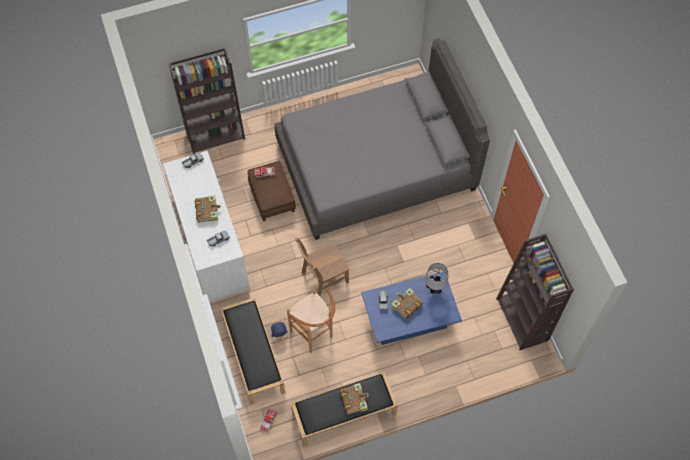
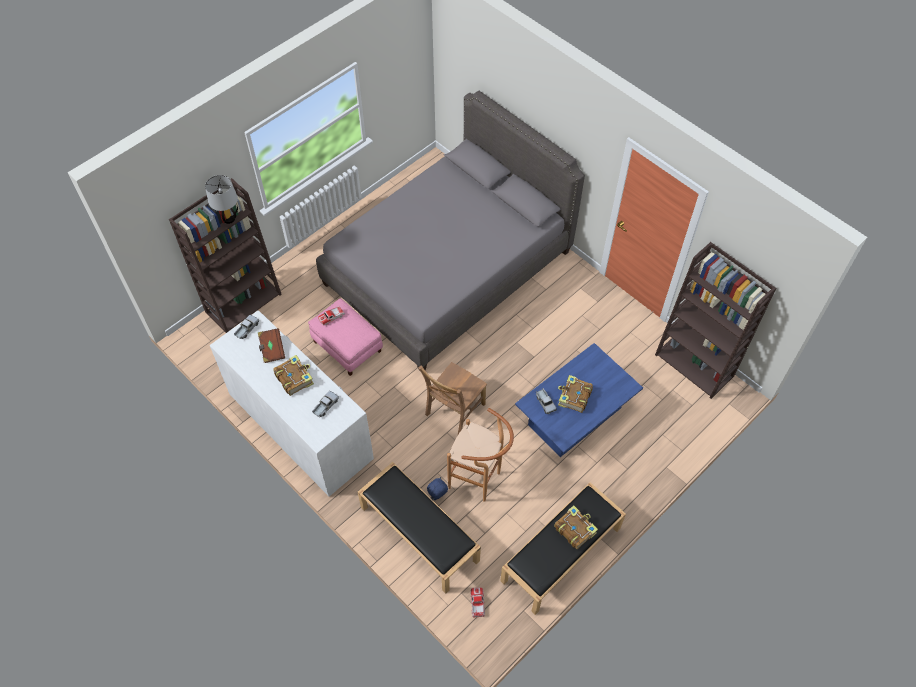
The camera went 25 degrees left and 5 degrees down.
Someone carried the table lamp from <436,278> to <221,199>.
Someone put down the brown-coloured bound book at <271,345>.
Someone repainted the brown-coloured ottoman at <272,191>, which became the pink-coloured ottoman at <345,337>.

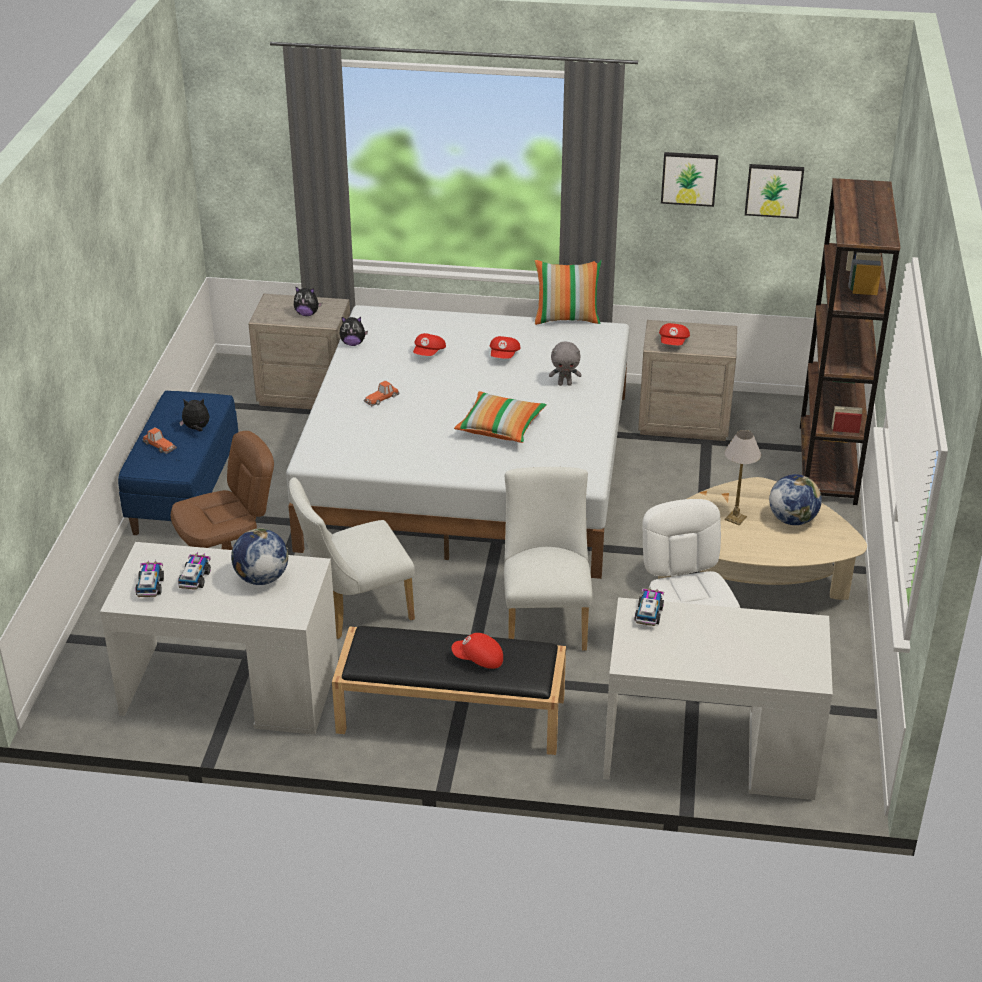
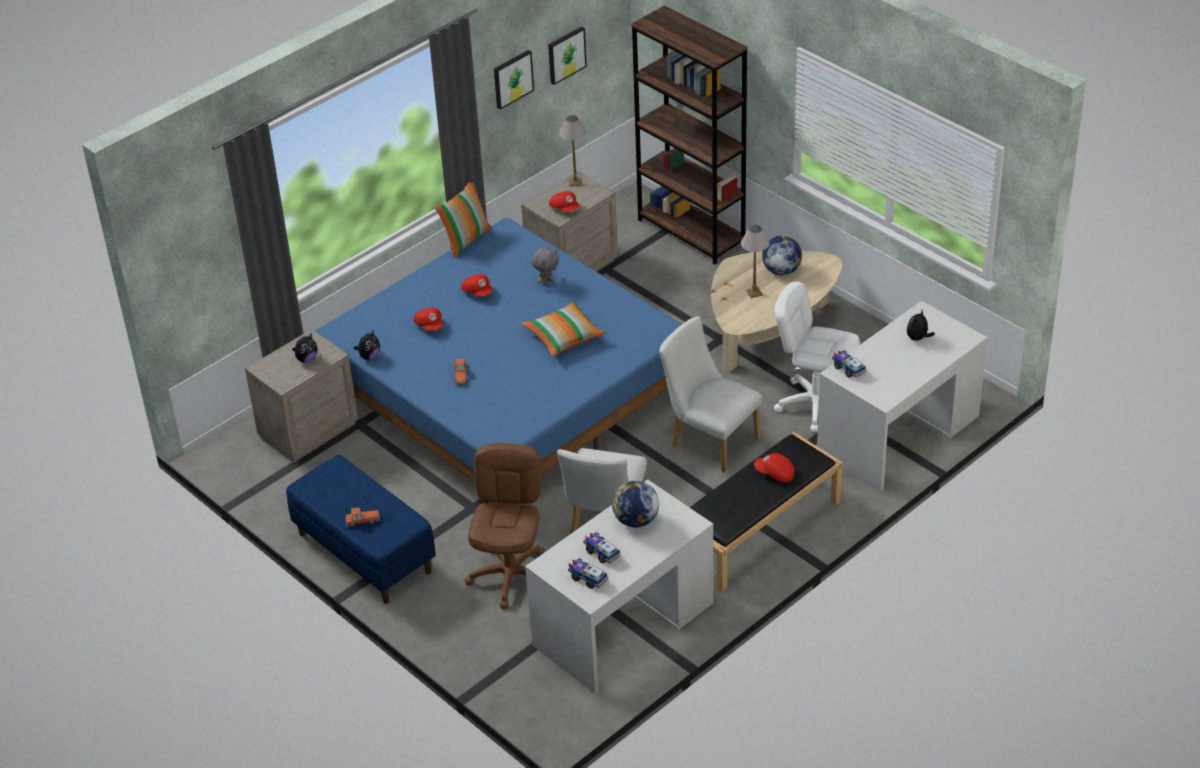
The camera went 50 degrees left and 5 degrees up.
Someone repainted the white bedroom bed at <457,442>, which became the bluish bedroom bed at <498,350>.
Someone put down the table lamp at <572,151>.
Someone rotated the reddish peaked cap at <477,651> by 60 degrees clockwise.
Someone carried the cuddly toy from <194,415> to <921,325>.

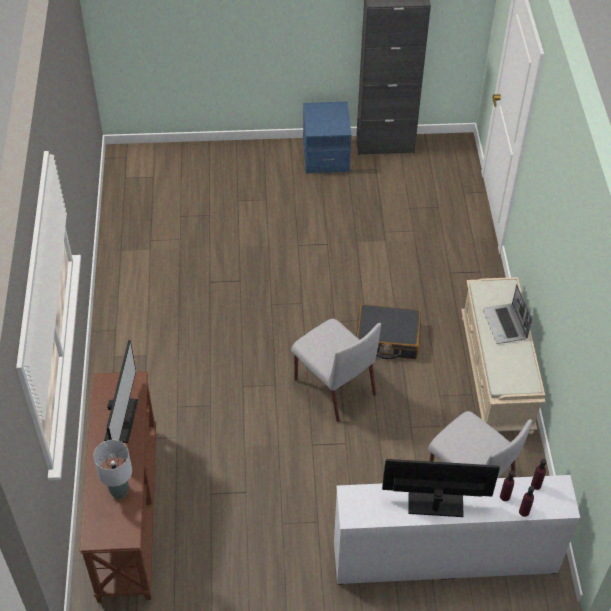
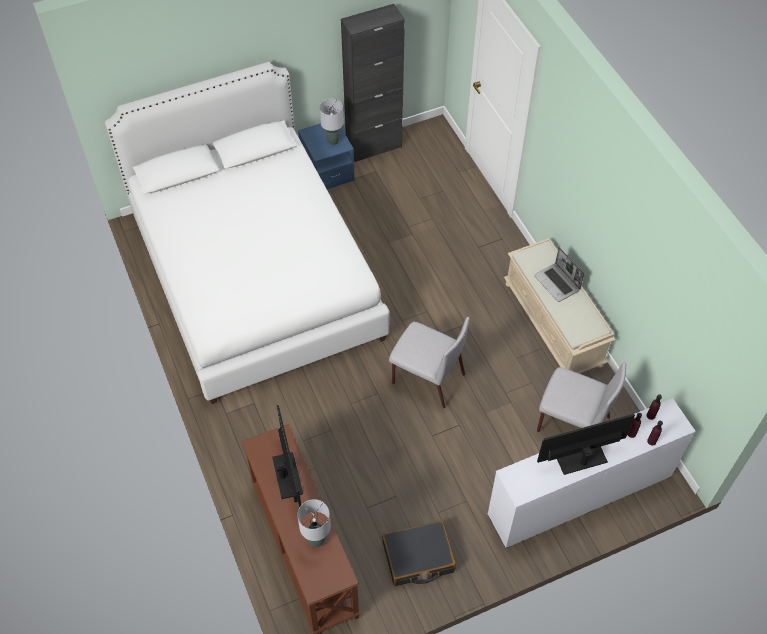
The camera went 20 degrees left and 5 degrees up.
Someone put down the white bedroom bed at <247,233>.
Someone put down the greyish table lamp at <332,122>.
Someone carried the black piece of luggage from <388,331> to <419,553>.

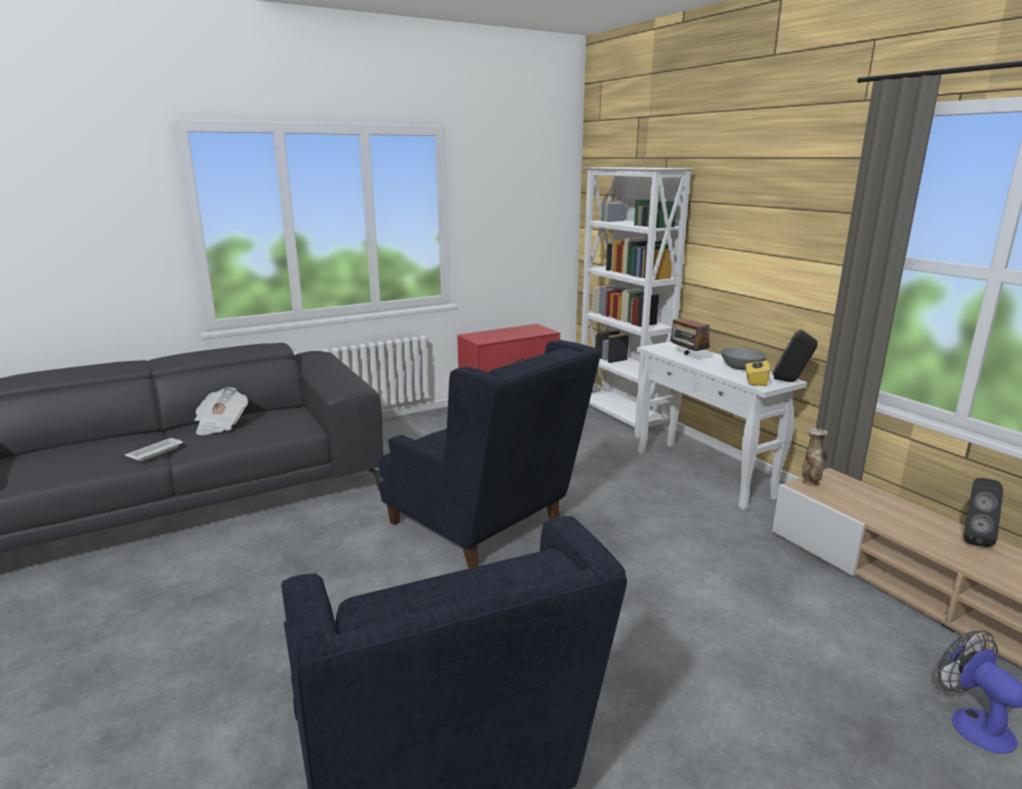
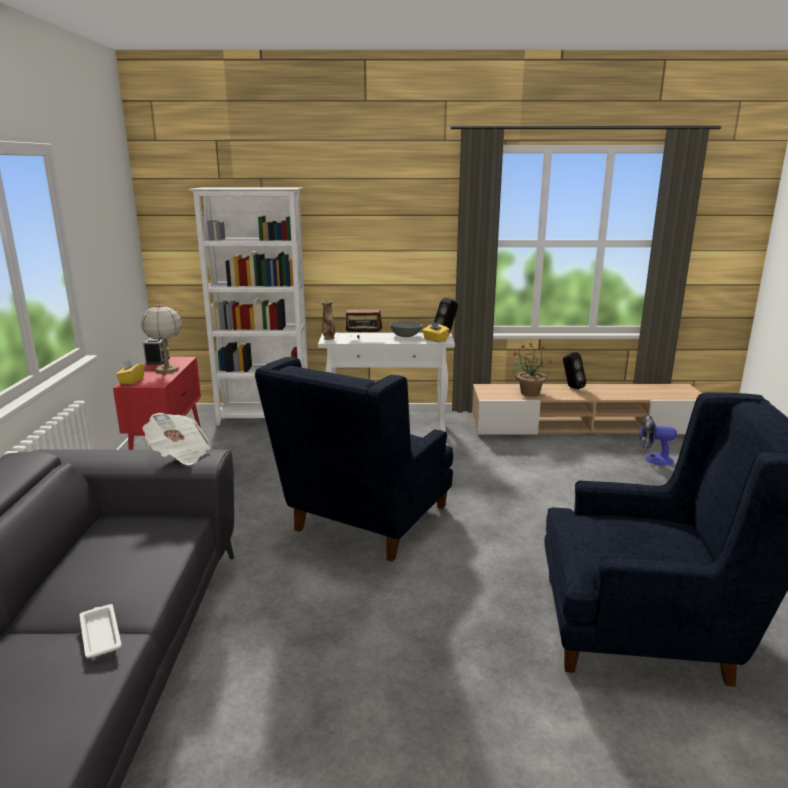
The camera went 60 degrees left and 0 degrees up.
Someone put down the yellowish tissue box at <130,371>.
Someone put down the table lamp at <161,338>.
Someone put down the bedside clock at <156,350>.
Someone carried the newspaper from <221,411> to <177,439>.
Someone rotated the bluish lounge chair at <489,454> by 135 degrees clockwise.
Someone carried the decorative vase from <815,457> to <328,320>.
Someone put down the potted plant at <532,369>.

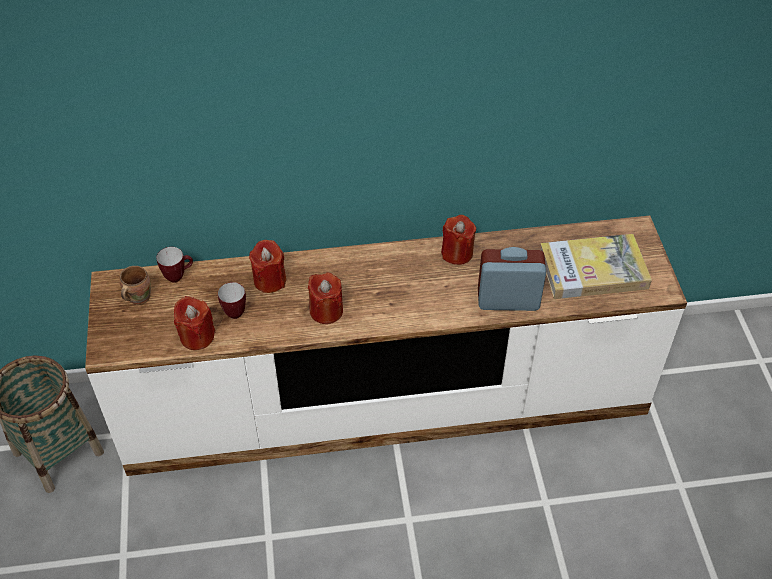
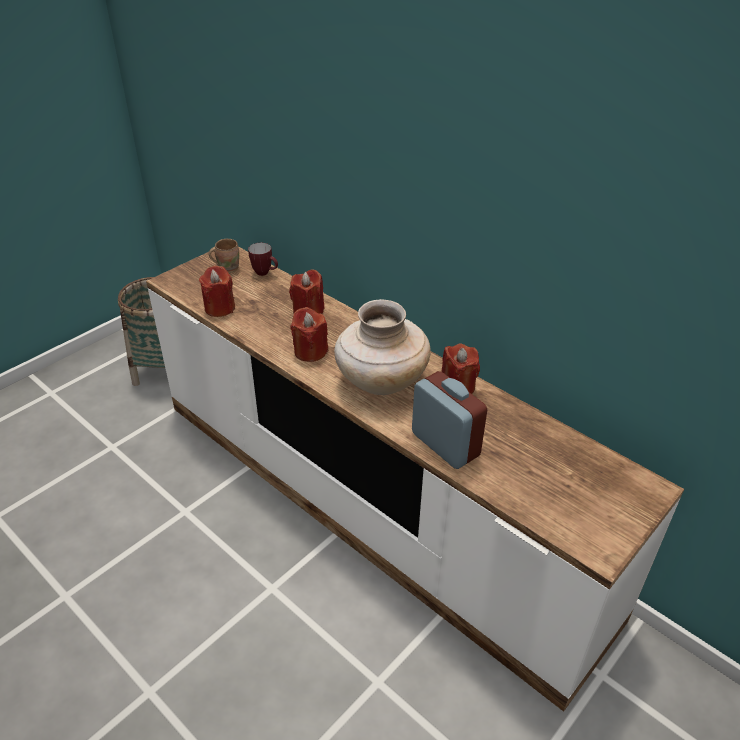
The camera went 50 degrees right and 10 degrees down.
Someone put down the sand-coloured decorative vase at <382,347>.
Someone took away the tea mug at <232,300>.
Someone took away the bound book at <596,266>.

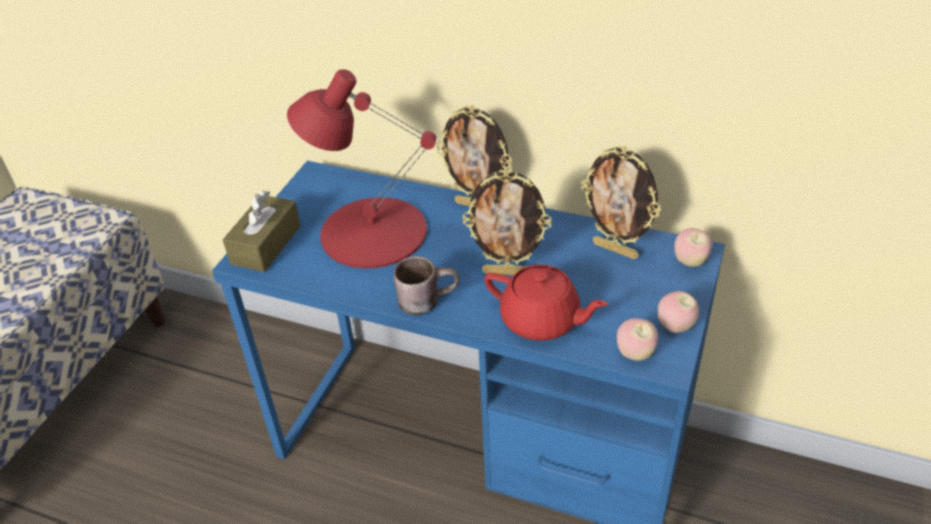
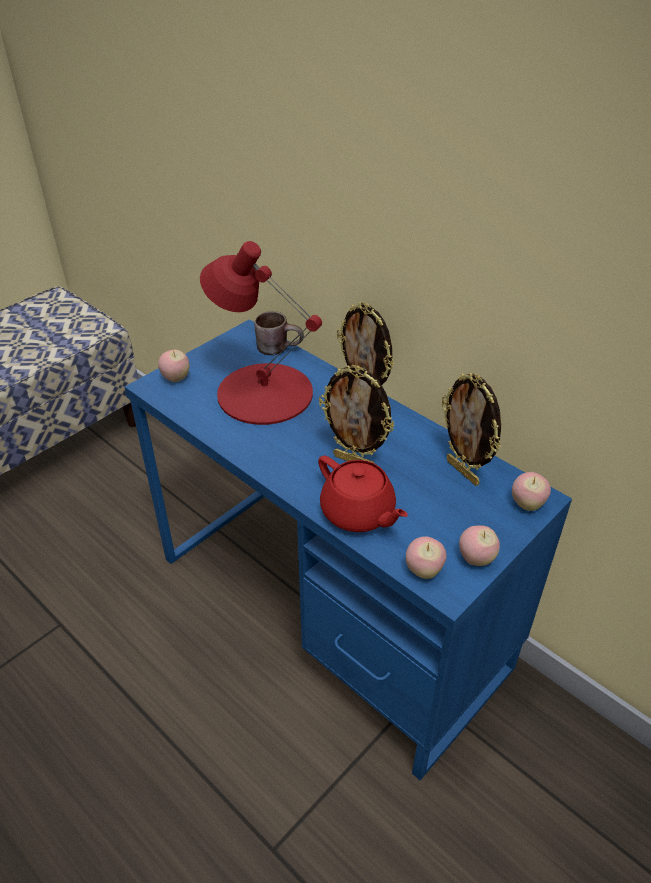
The camera went 20 degrees right and 0 degrees up.
Someone swapped the brown-coloured tissue box at <262,231> for the apple at <173,366>.
Someone carried the brown-coloured tea mug from <427,285> to <279,333>.

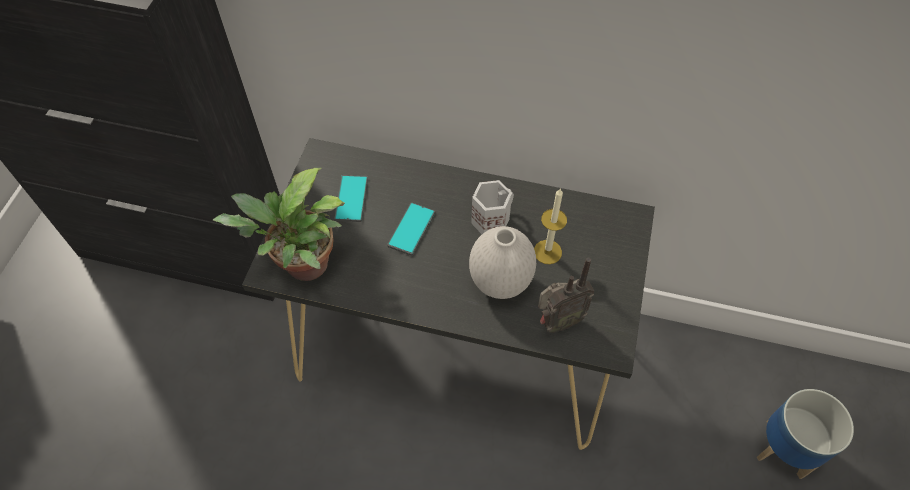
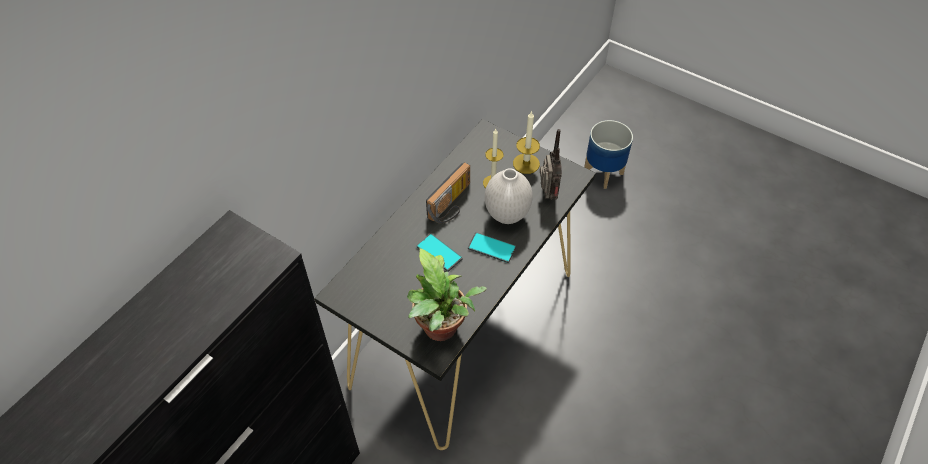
The camera went 70 degrees left and 5 degrees down.
Someone swapped the white tea mug at <492,207> for the radio at <448,192>.
Someone carried the phone from <351,198> to <492,247>.
Someone put down the wax light at <526,142>.

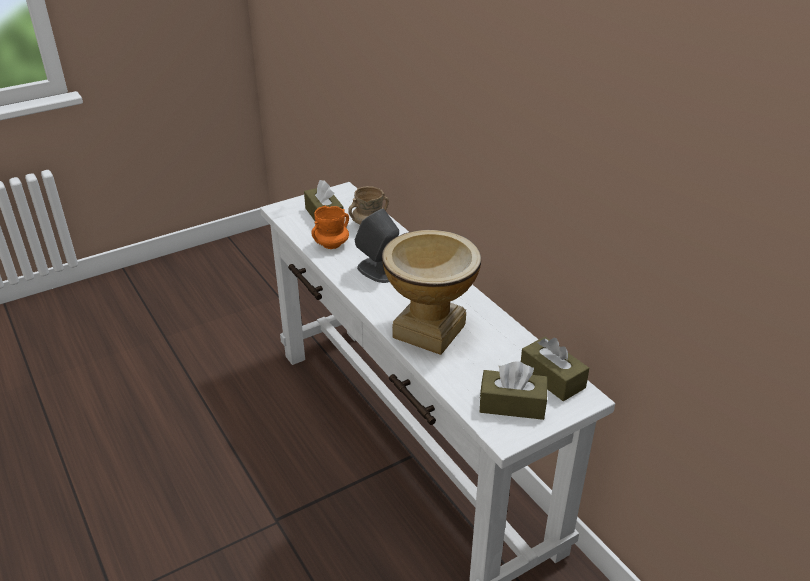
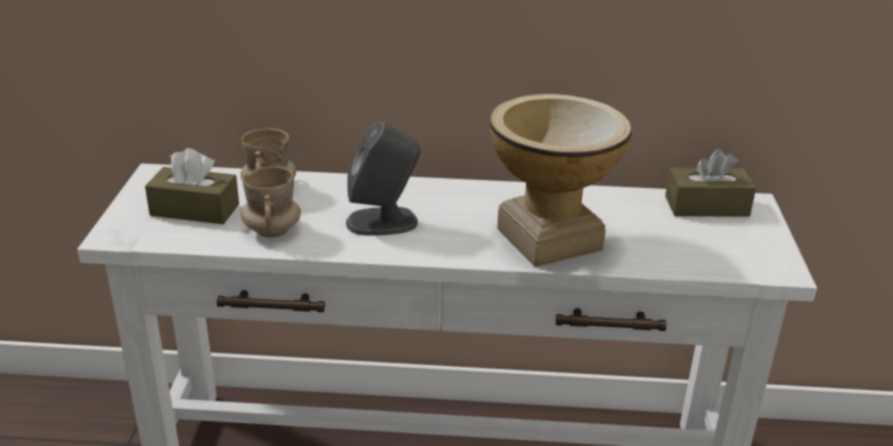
The camera went 55 degrees left and 5 degrees down.
Someone repainted the orangey tea mug at <330,227>, which became the sand-coloured tea mug at <271,201>.
Someone took away the brown-coloured tissue box at <514,390>.

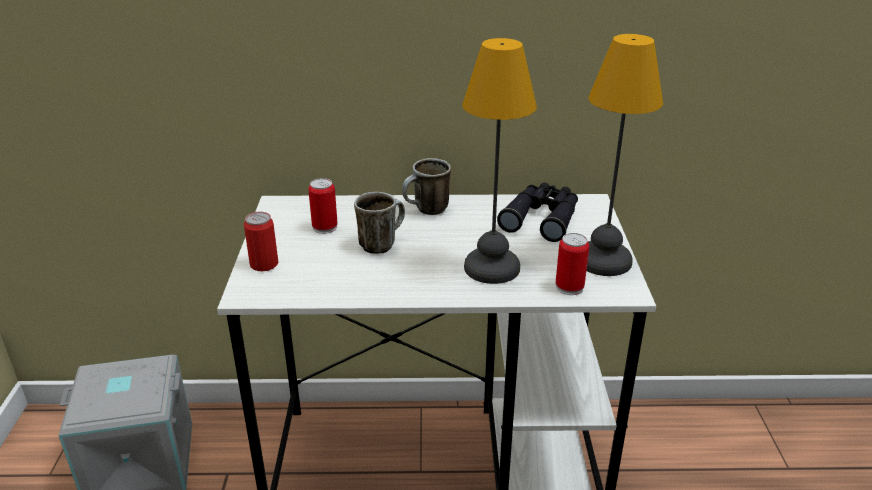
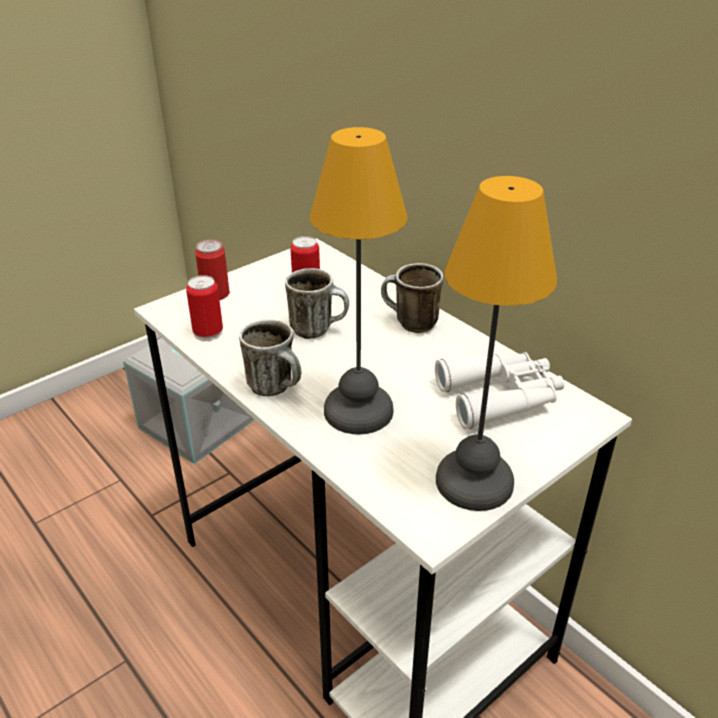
The camera went 50 degrees right and 5 degrees up.
Someone carried the metal can from <572,264> to <204,308>.
Someone put down the tea mug at <270,357>.
Someone repainted the black binoculars at <537,212>, which became the white binoculars at <499,390>.

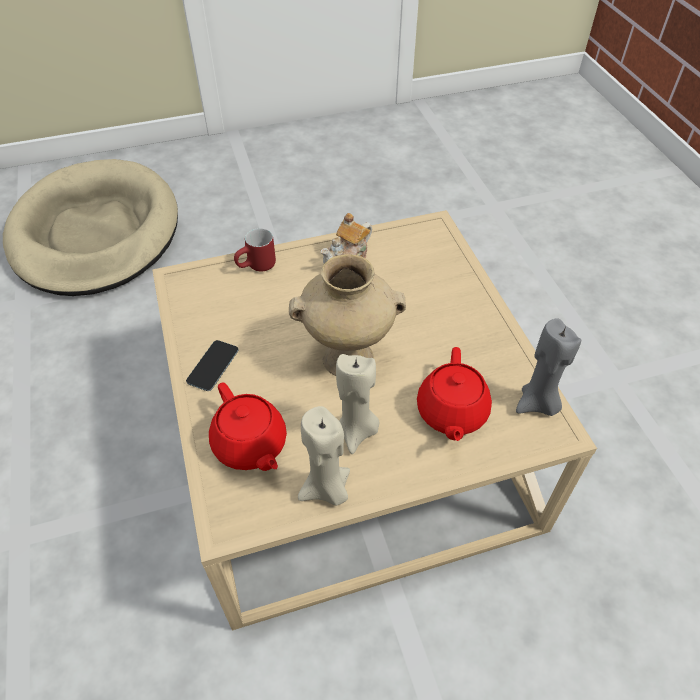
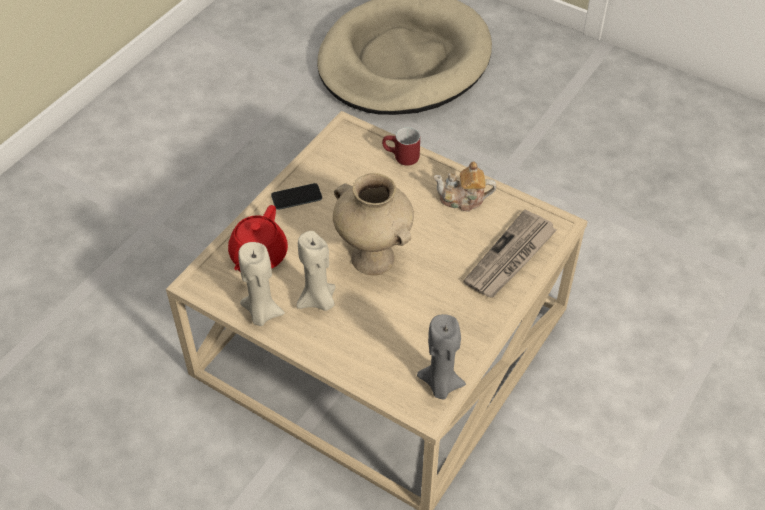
The camera went 50 degrees right and 0 degrees up.
Someone put down the newspaper at <510,253>.
Someone took away the reddish teapot at <454,394>.

